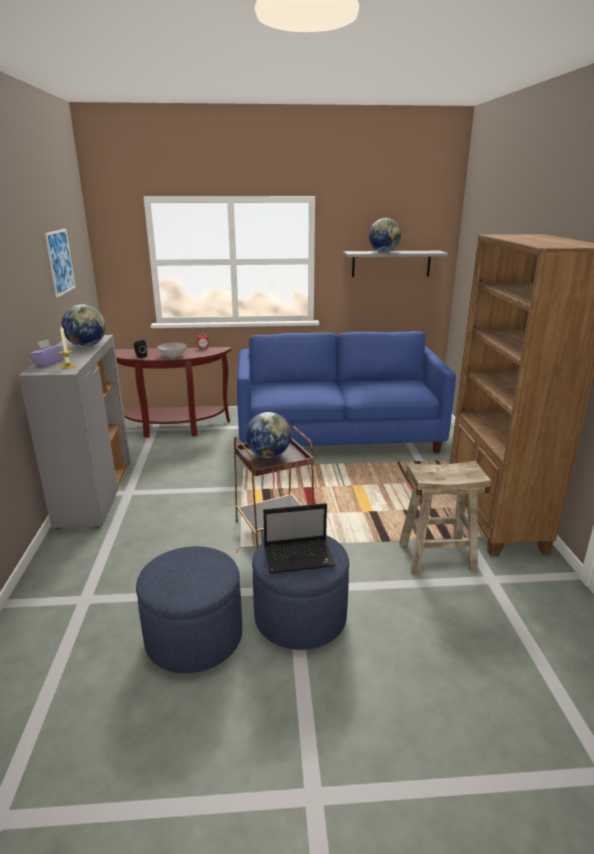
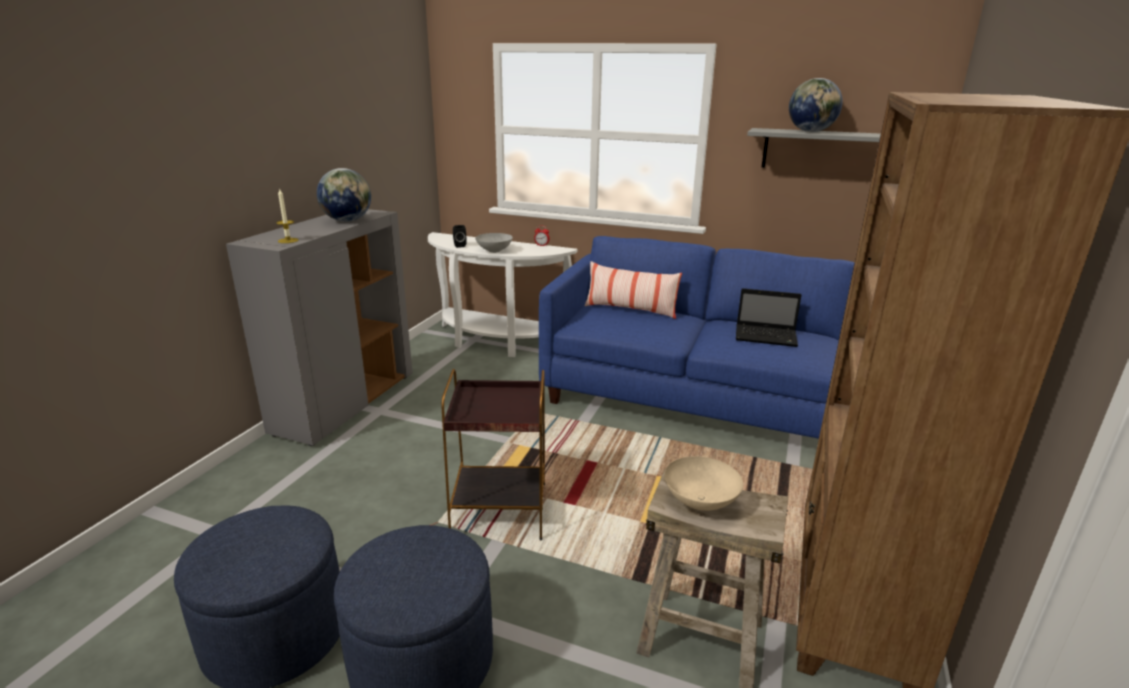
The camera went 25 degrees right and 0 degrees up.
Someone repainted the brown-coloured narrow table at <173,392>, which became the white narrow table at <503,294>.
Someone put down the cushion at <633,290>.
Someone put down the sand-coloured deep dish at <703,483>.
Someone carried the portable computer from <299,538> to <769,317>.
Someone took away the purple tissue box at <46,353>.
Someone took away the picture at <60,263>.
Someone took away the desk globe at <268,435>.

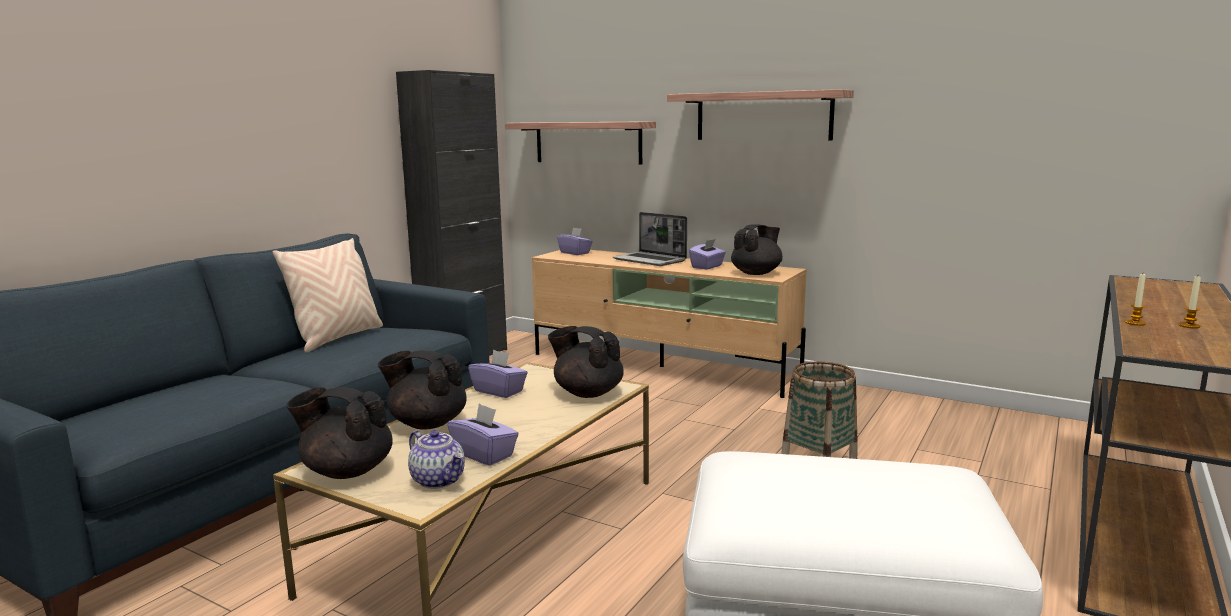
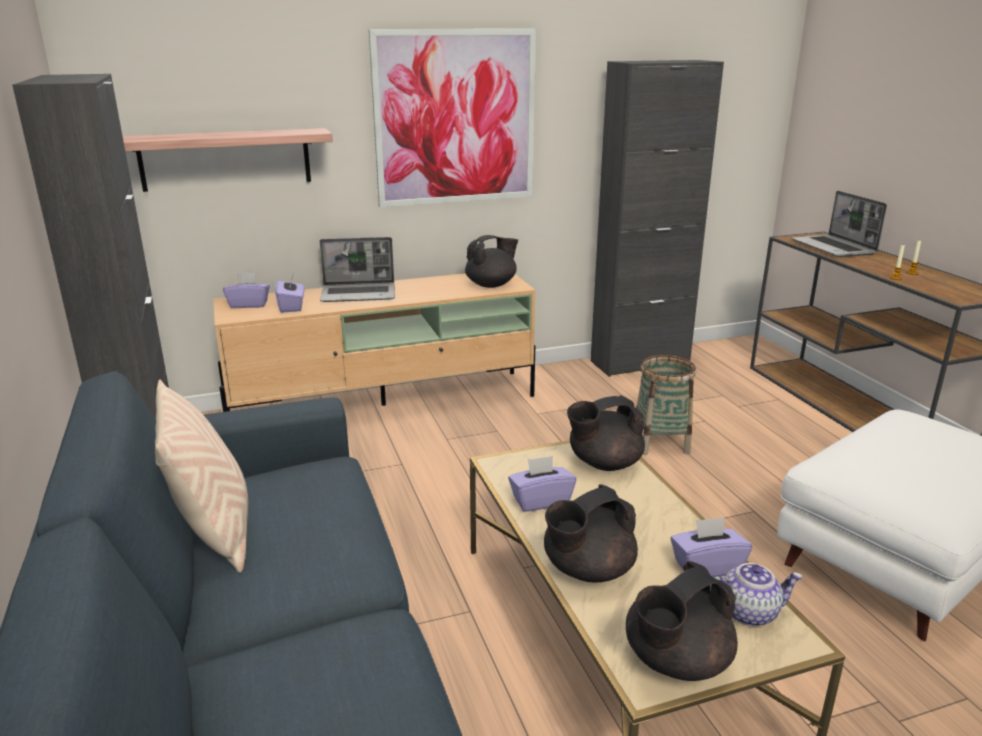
The camera went 50 degrees left and 10 degrees up.
Someone carried the purple tissue box from <707,254> to <289,293>.
Someone swapped the bracket shelf at <760,115> for the picture at <452,118>.
Someone rotated the black teapot at <757,249> by 60 degrees clockwise.
Someone put down the black cupboard at <657,218>.
Someone put down the portable computer at <839,224>.

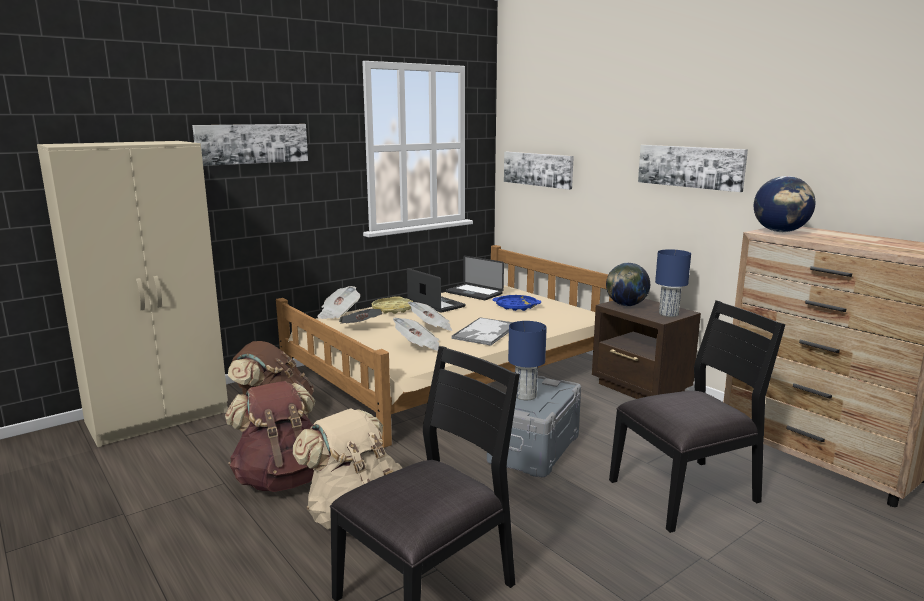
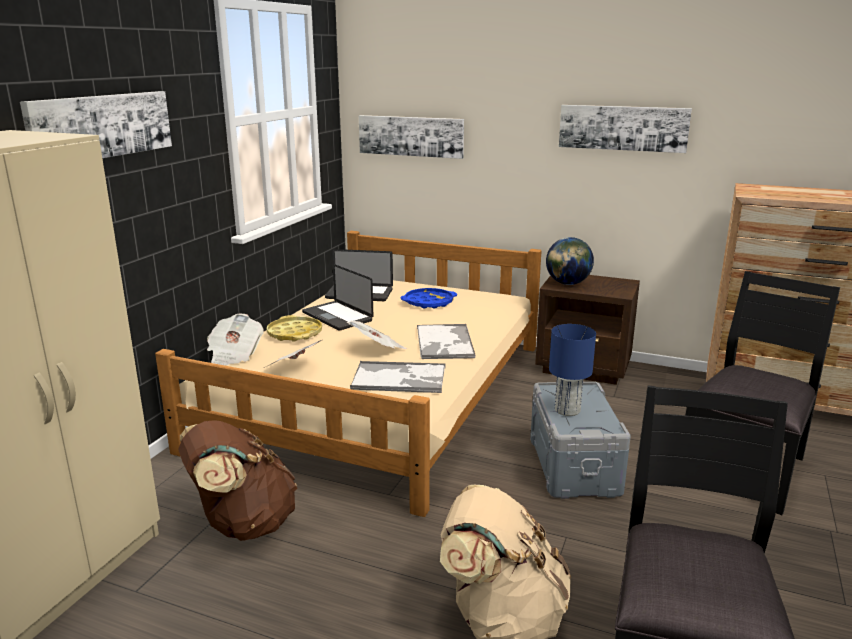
The camera went 30 degrees left and 5 degrees up.
Someone rotated the portable computer at <436,290> by 150 degrees counterclockwise.
Someone swapped the newspaper at <416,334> for the serving tray at <398,377>.
Someone took away the brown-coloured backpack at <270,436>.
Someone took away the bluish table lamp at <673,283>.
Someone took away the desk globe at <784,204>.

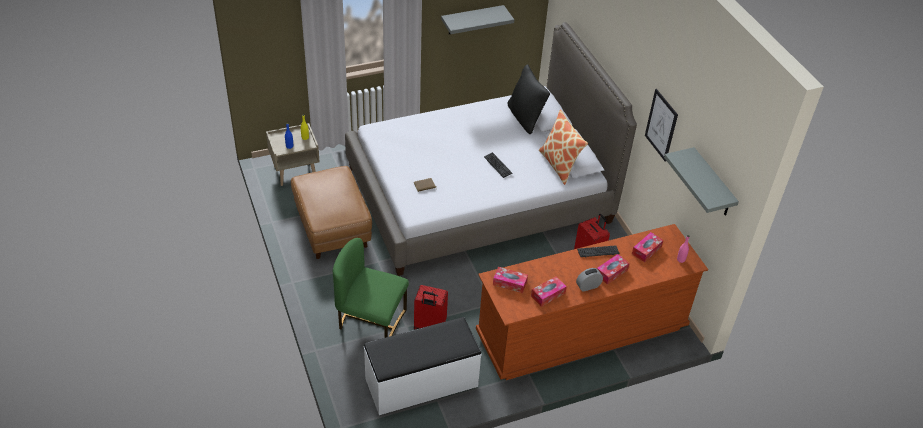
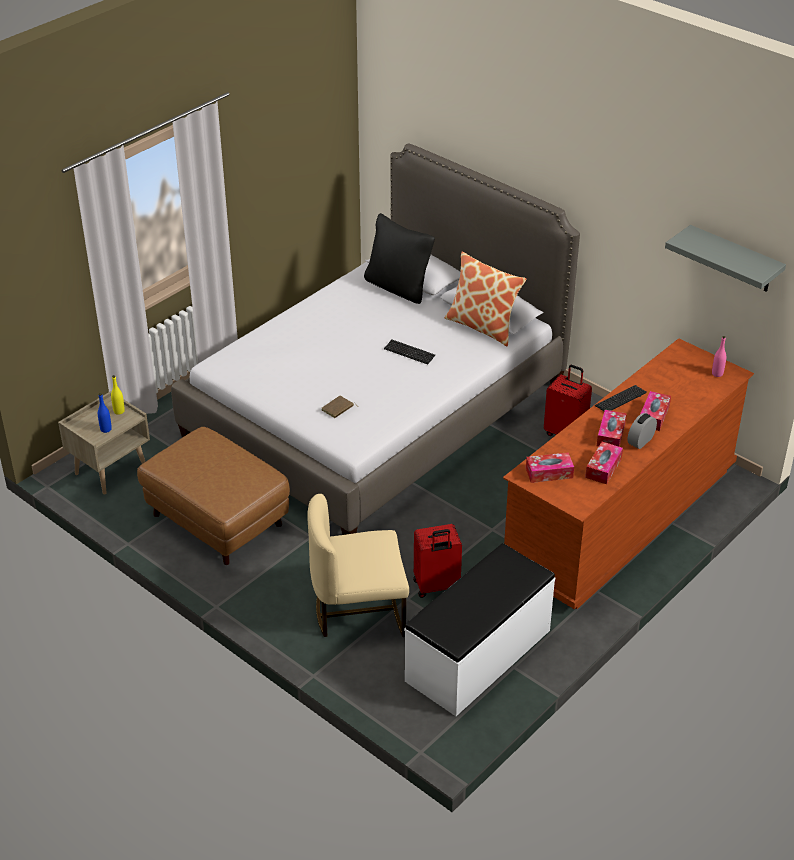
The camera went 25 degrees left and 5 degrees down.
Someone repainted the green chair at <371,288>, which became the sand-coloured chair at <358,565>.
Someone carried the tissue box from <648,247> to <612,428>.
Someone took away the greyish bracket shelf at <477,19>.
Someone took away the picture at <661,125>.

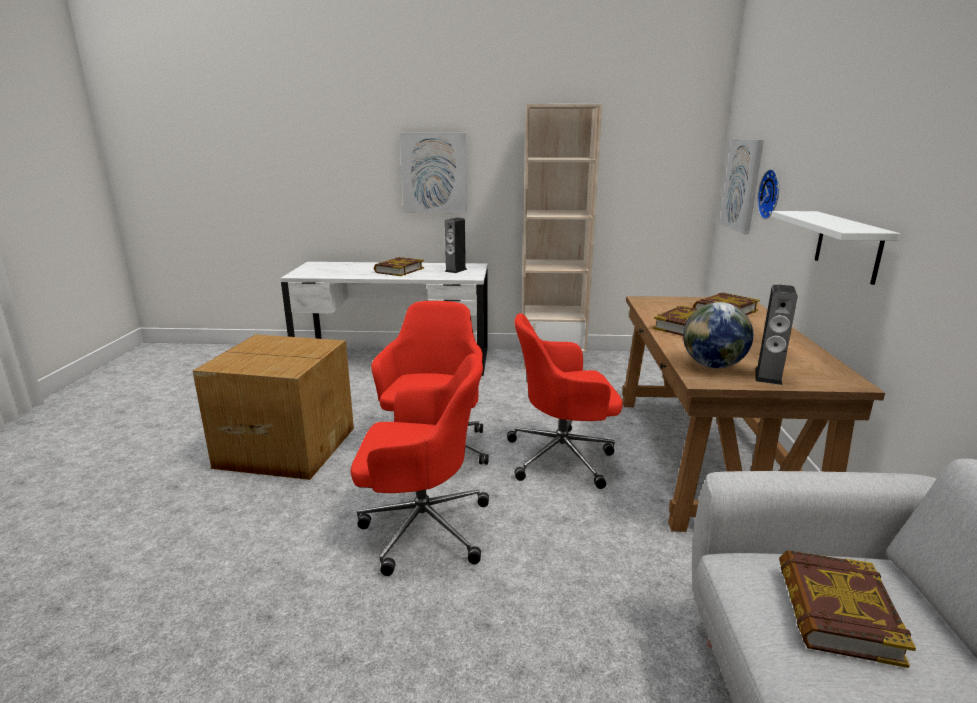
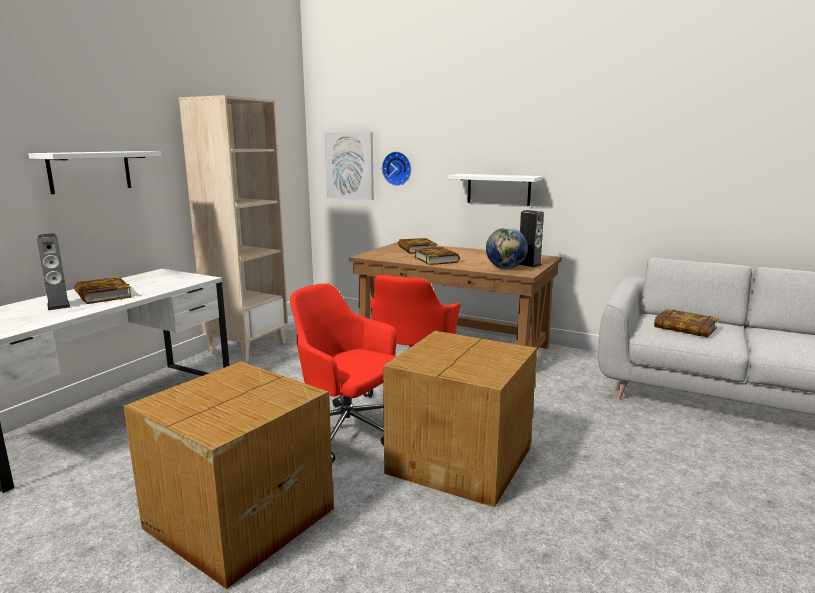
The camera went 65 degrees left and 5 degrees down.
Someone swapped the picture at <433,173> for the white bracket shelf at <94,172>.
Someone carried the audio speaker from <456,245> to <53,271>.
Someone swapped the reddish office chair at <420,464> for the cardboard box at <460,419>.

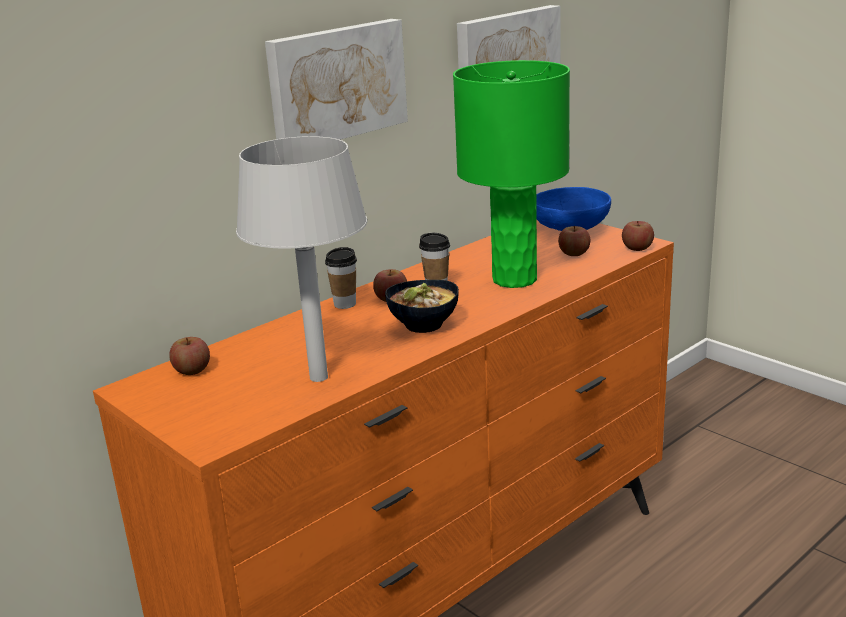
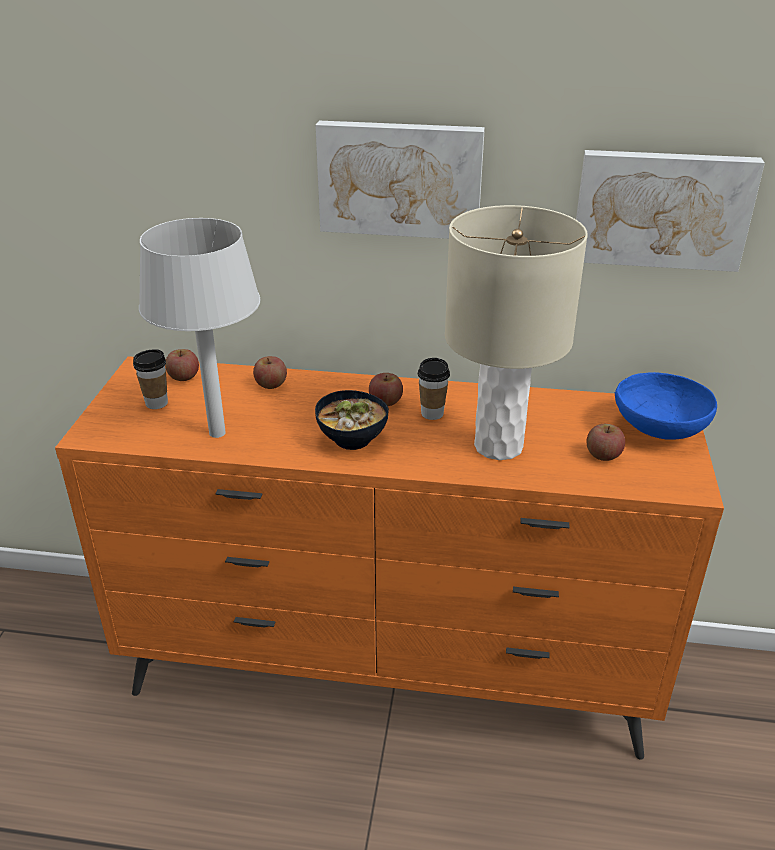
The camera went 50 degrees right and 10 degrees up.
Someone carried the small cup from <341,278> to <150,379>.
Someone carried the apple from <638,236> to <270,372>.
Someone repainted the green table lamp at <511,174>, which became the sand-coloured table lamp at <516,332>.

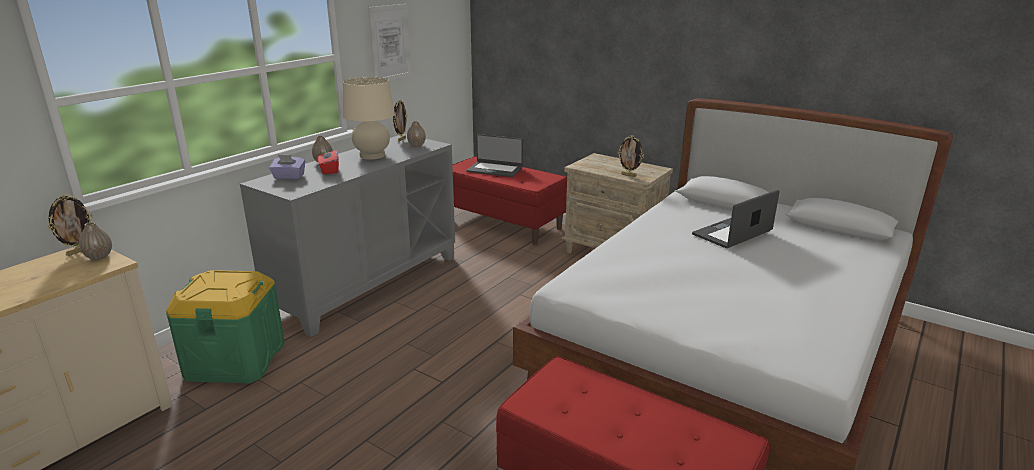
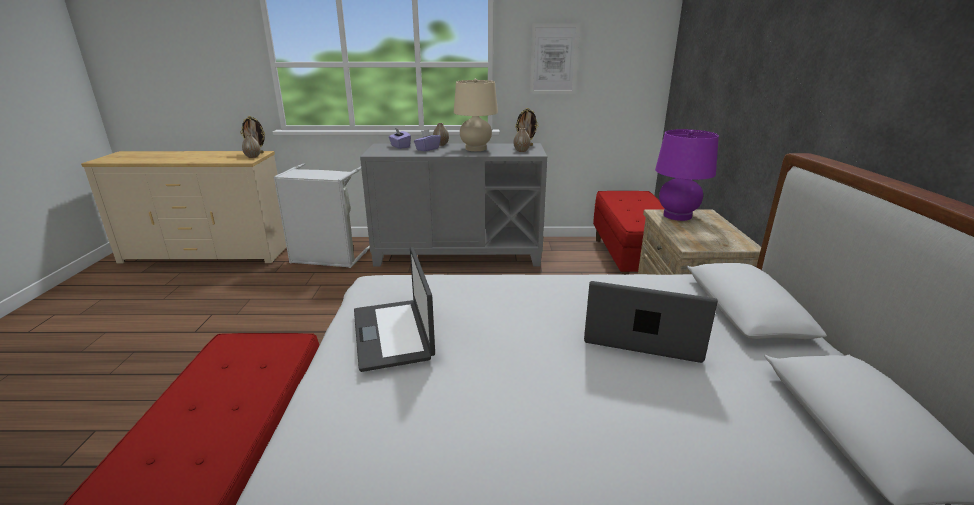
The camera went 55 degrees right and 0 degrees up.
Someone swapped the green storage box at <225,326> for the greyish laundry basket at <322,215>.
Someone carried the portable computer from <494,155> to <394,309>.
Someone repainted the reddish tissue box at <328,160>, which became the purple tissue box at <427,140>.
Someone put down the purple table lamp at <687,175>.
Someone took away the photo frame at <630,156>.

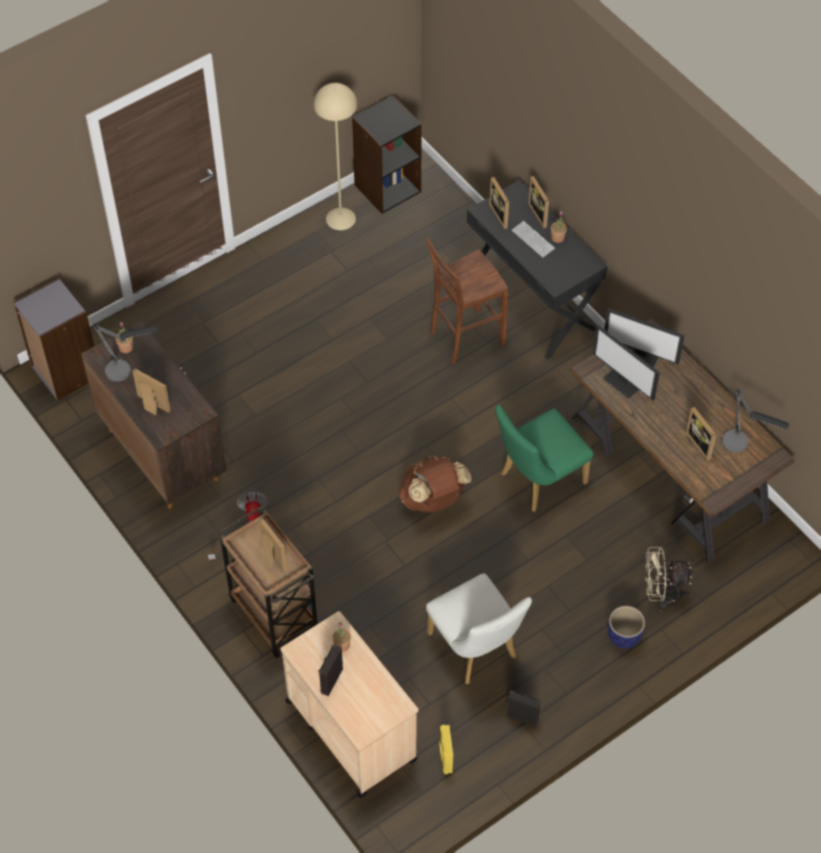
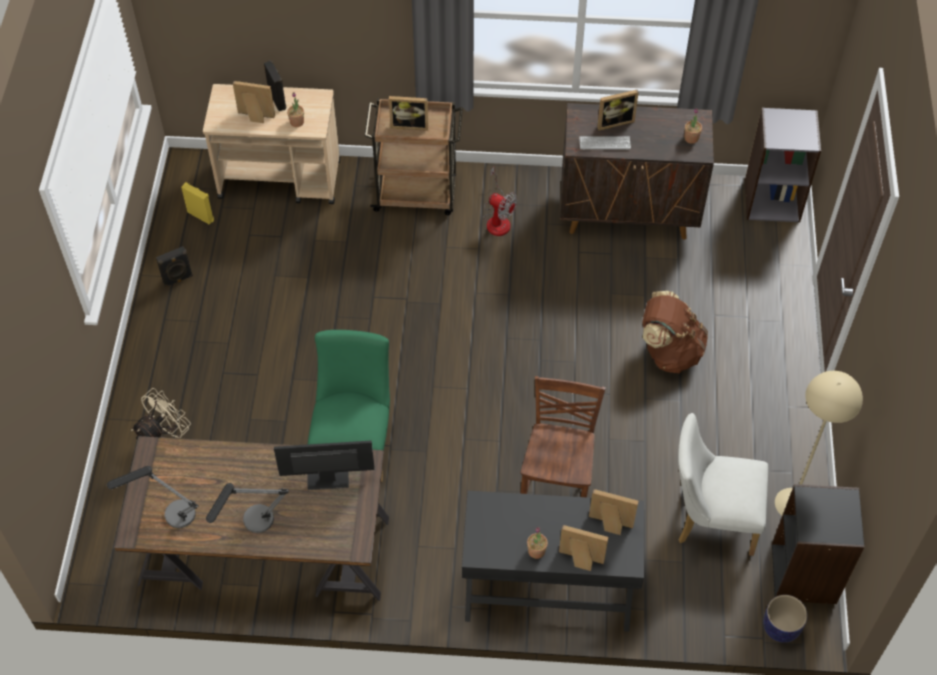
The camera went 130 degrees right and 0 degrees up.
Someone carried the table lamp from <125,352> to <247,508>.
Someone carried the photo frame from <701,434> to <254,102>.
Someone carried the keyboard from <533,239> to <605,143>.
Someone carried the brown-coloured backpack from <435,484> to <675,332>.
Someone carried the white chair from <479,628> to <723,484>.
Someone carried the plant pot from <626,627> to <785,619>.
Someone took away the computer display at <644,338>.

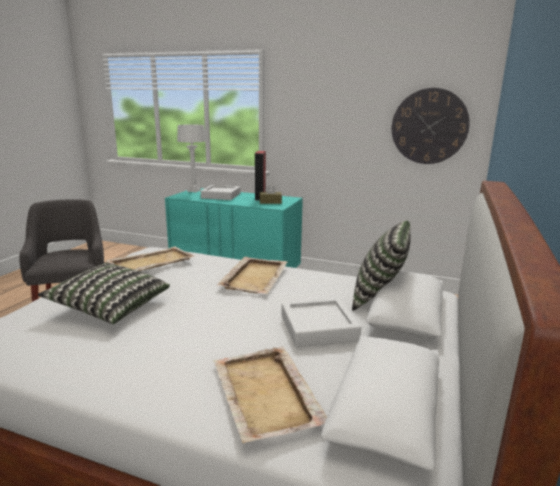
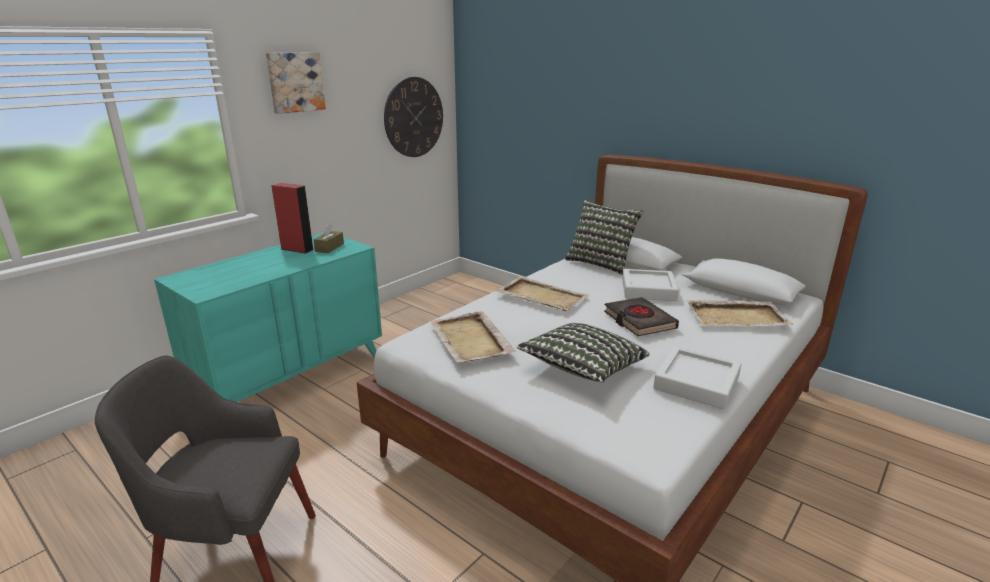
The camera went 70 degrees left and 5 degrees up.
Someone put up the picture at <296,83>.
Someone put down the black bound book at <641,316>.
Someone carried the greyish serving tray from <220,192> to <697,378>.
Someone took away the greyish table lamp at <191,158>.

